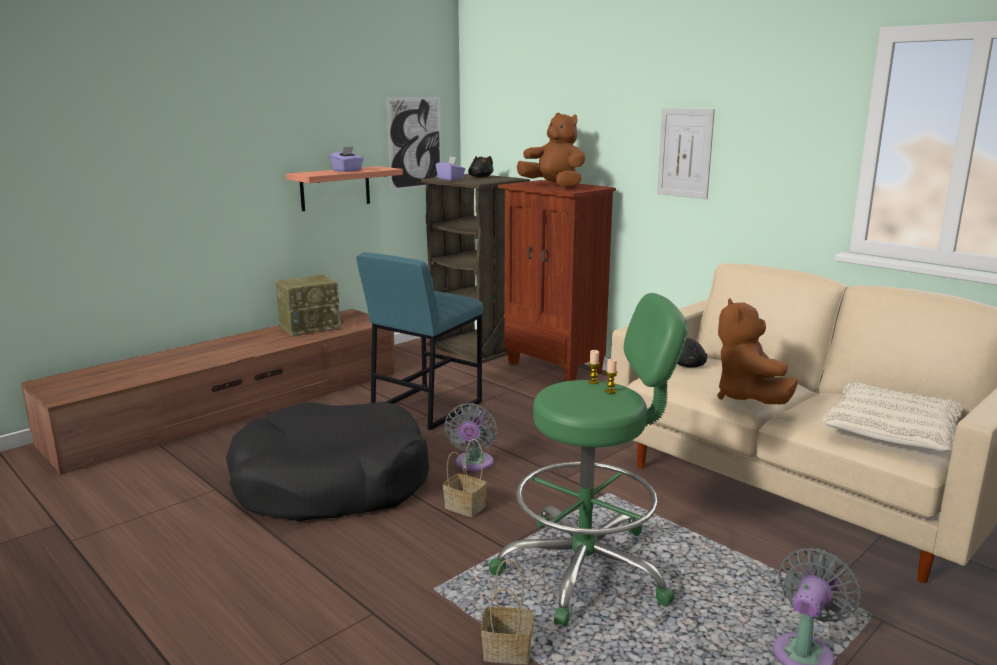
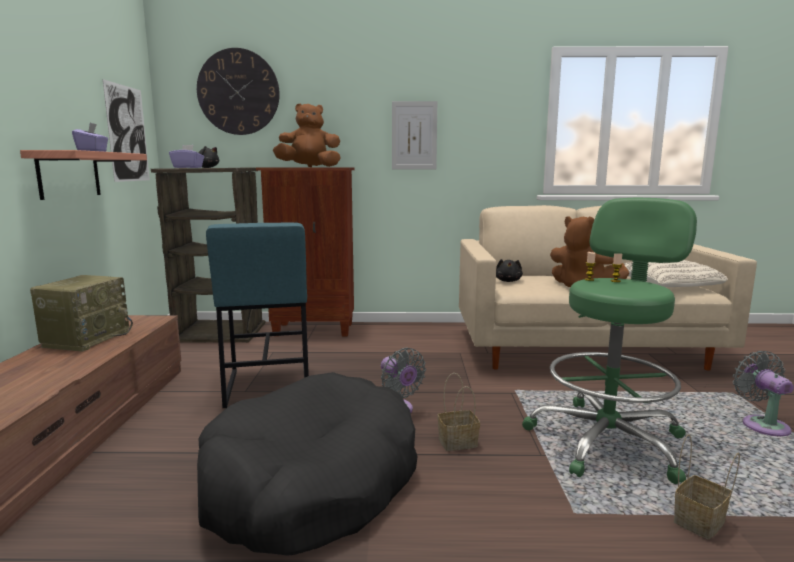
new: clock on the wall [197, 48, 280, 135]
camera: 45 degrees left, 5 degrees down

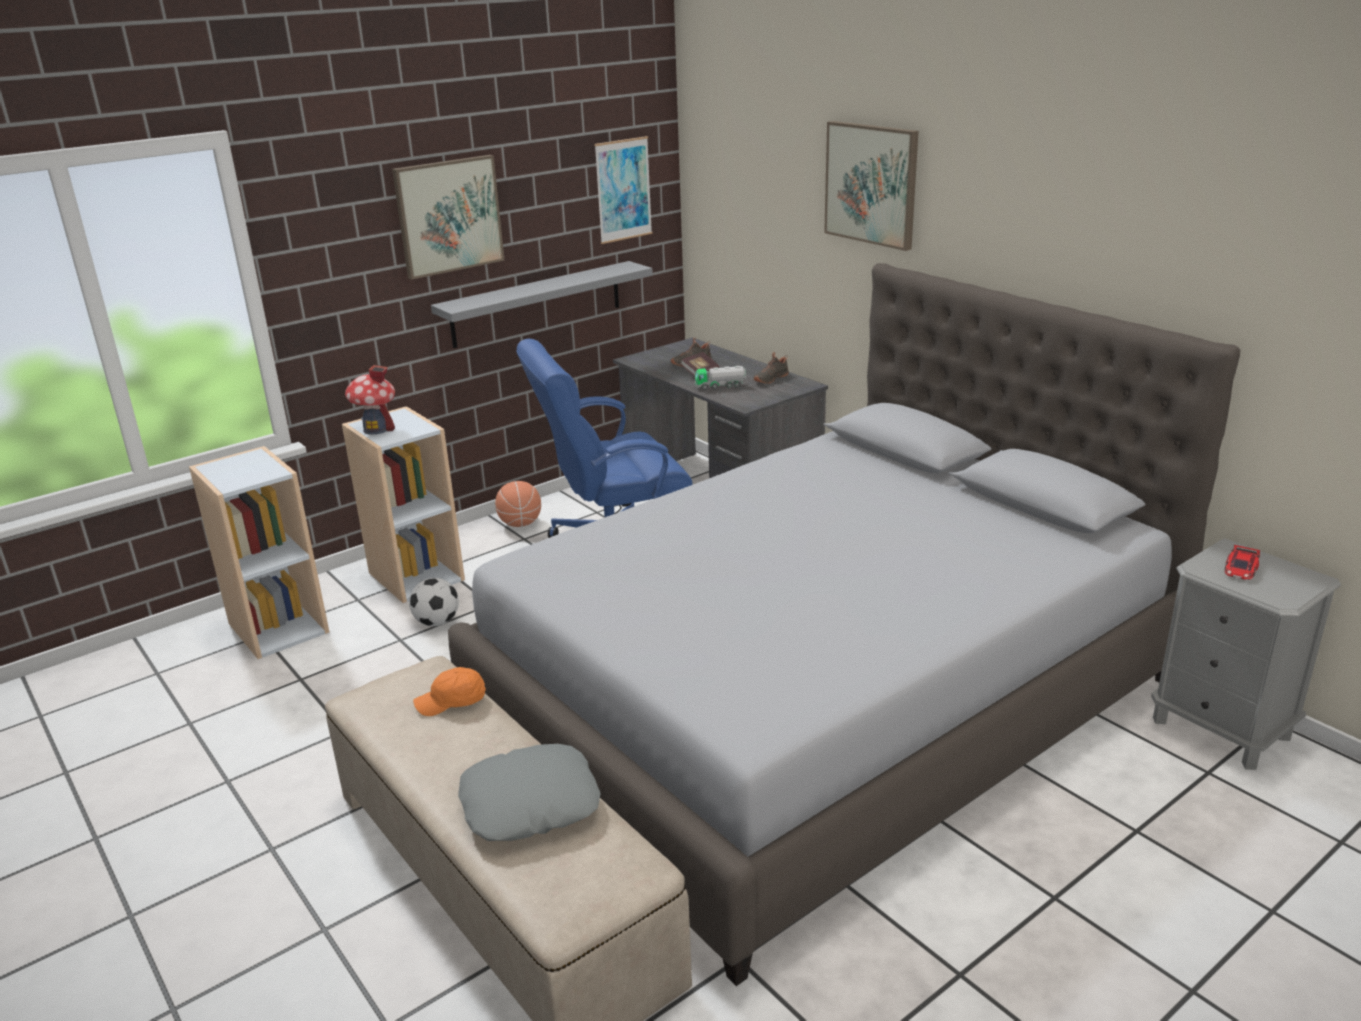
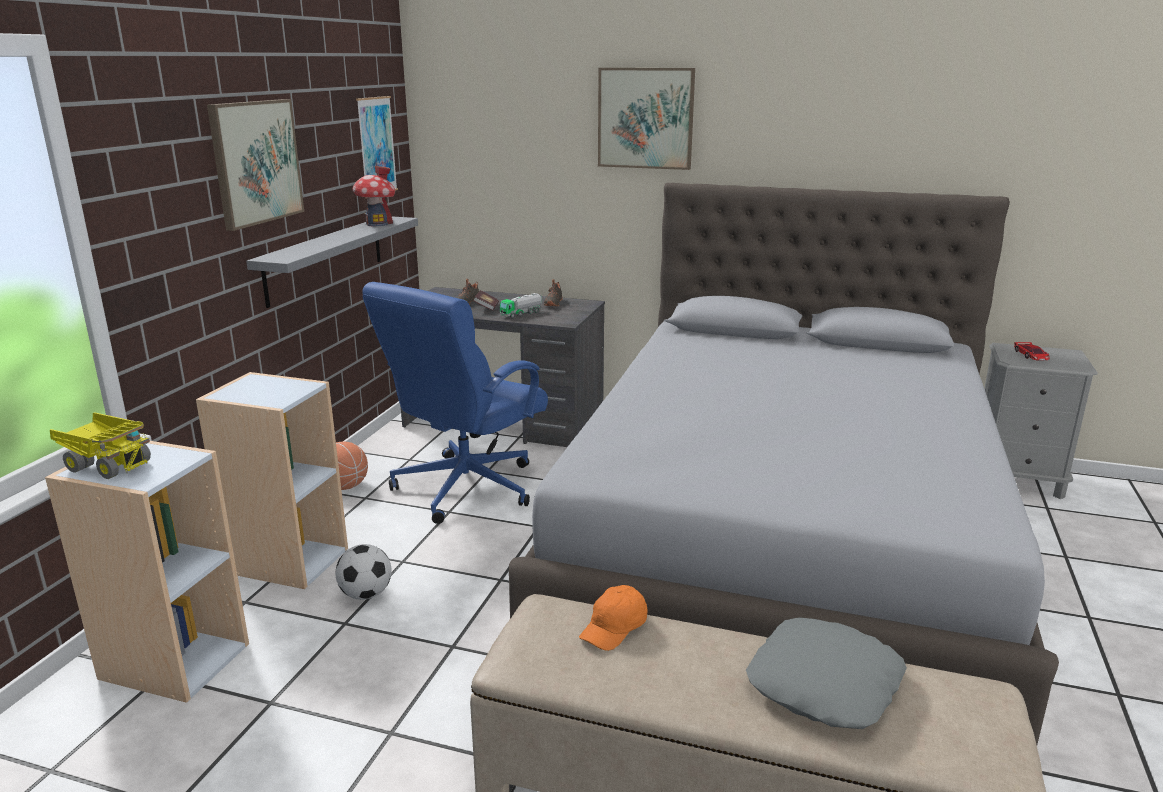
new: toy truck [50, 412, 151, 479]
shifted: miniature house [345, 365, 395, 434] to [352, 166, 395, 226]
camera: 35 degrees left, 5 degrees down

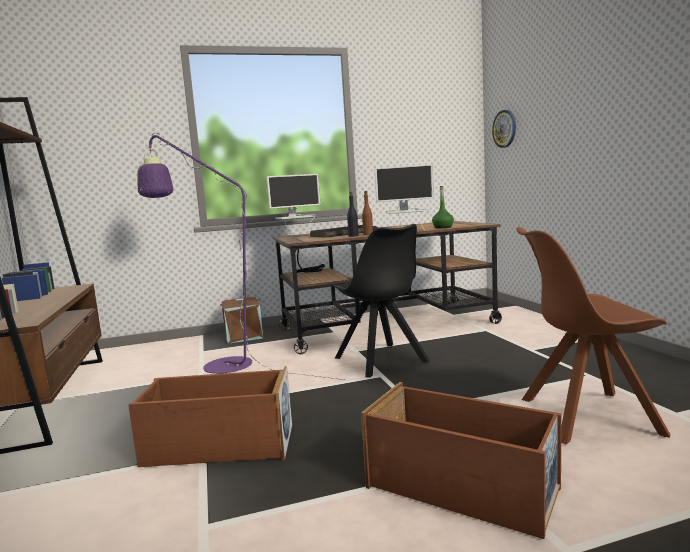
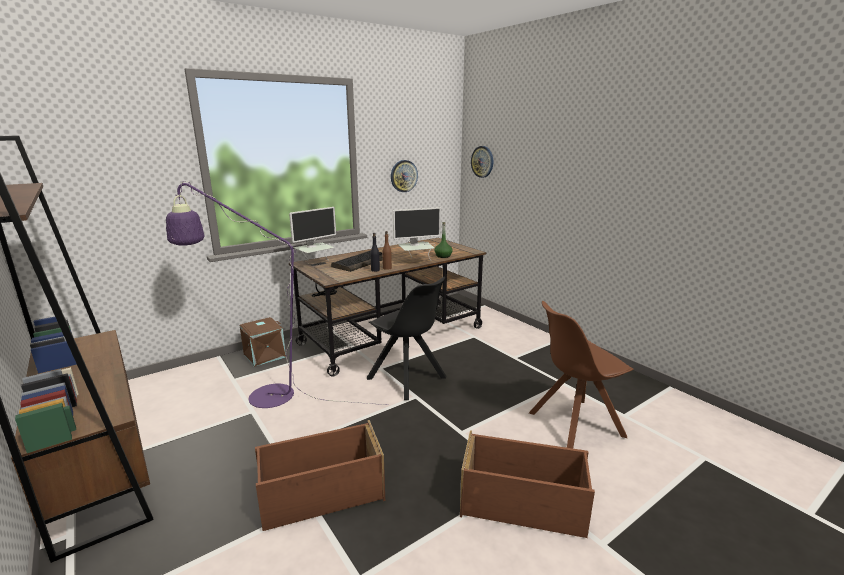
new: clock on the wall [391, 160, 418, 192]
camera: 20 degrees left, 10 degrees up

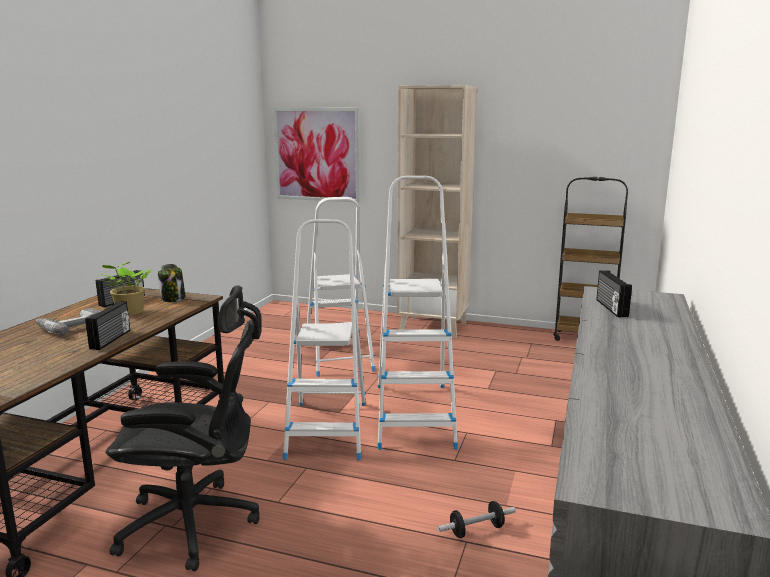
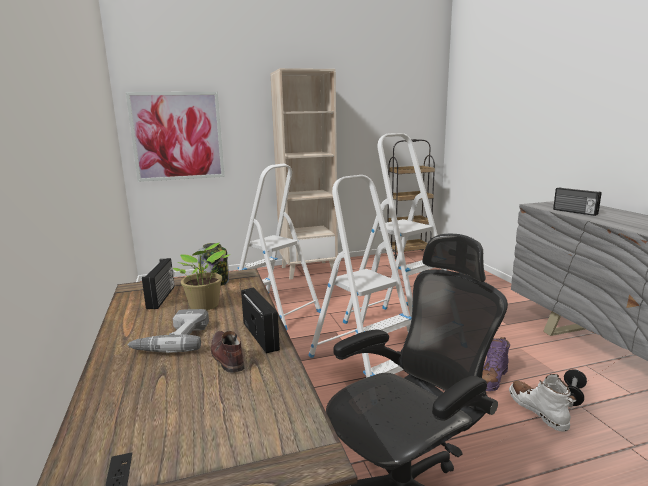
new: low shoe in brown-coloured [211, 331, 244, 373]; boot in purple-coloured [482, 337, 510, 391]; boot in white-coloured [509, 374, 576, 432]
camera: 35 degrees left, 0 degrees up

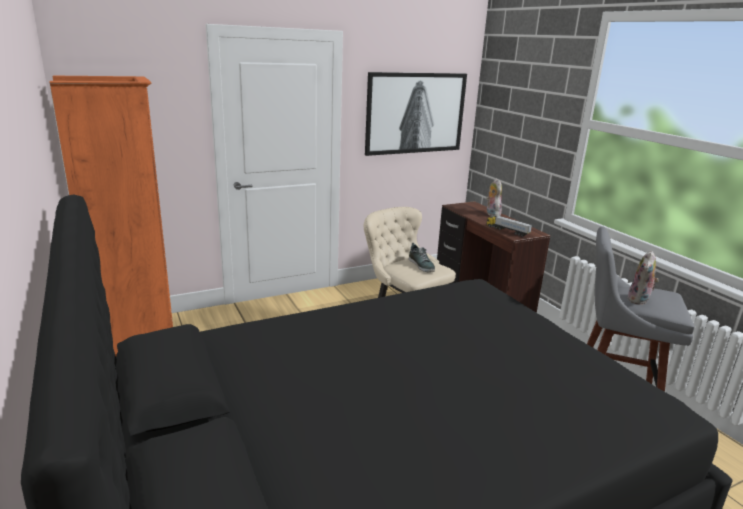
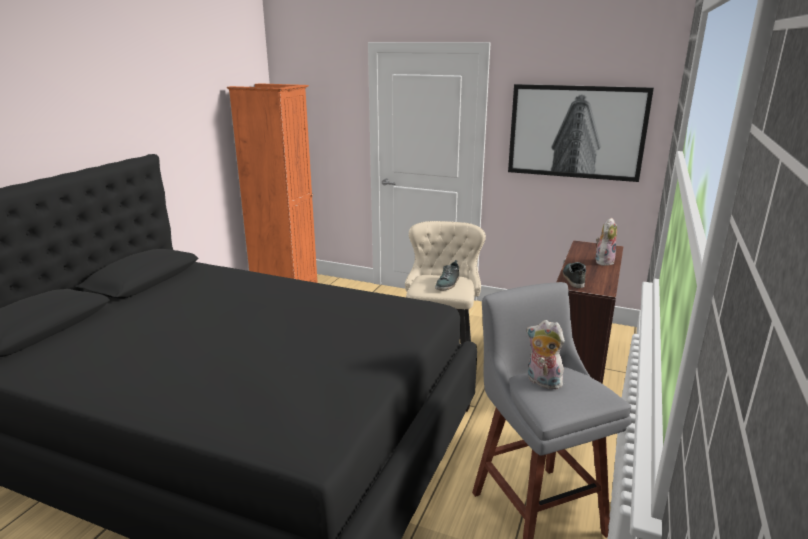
swapped: toy truck [486, 216, 532, 237] to low shoe [563, 262, 586, 288]
rotated: plush toy [627, 250, 659, 305] = [526, 320, 565, 389] 45 degrees clockwise
camera: 50 degrees right, 0 degrees up

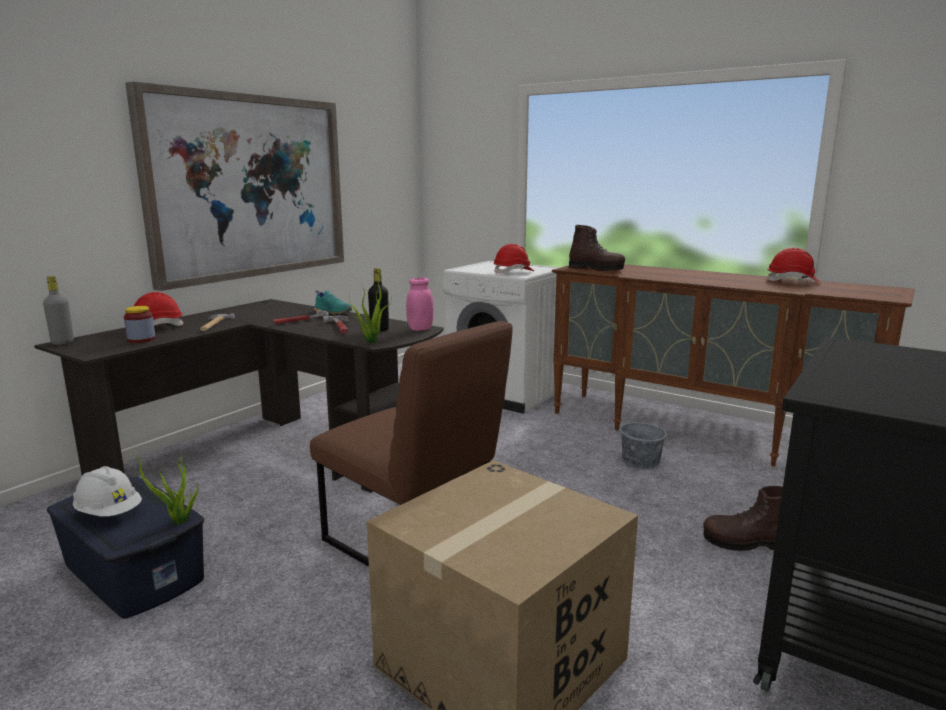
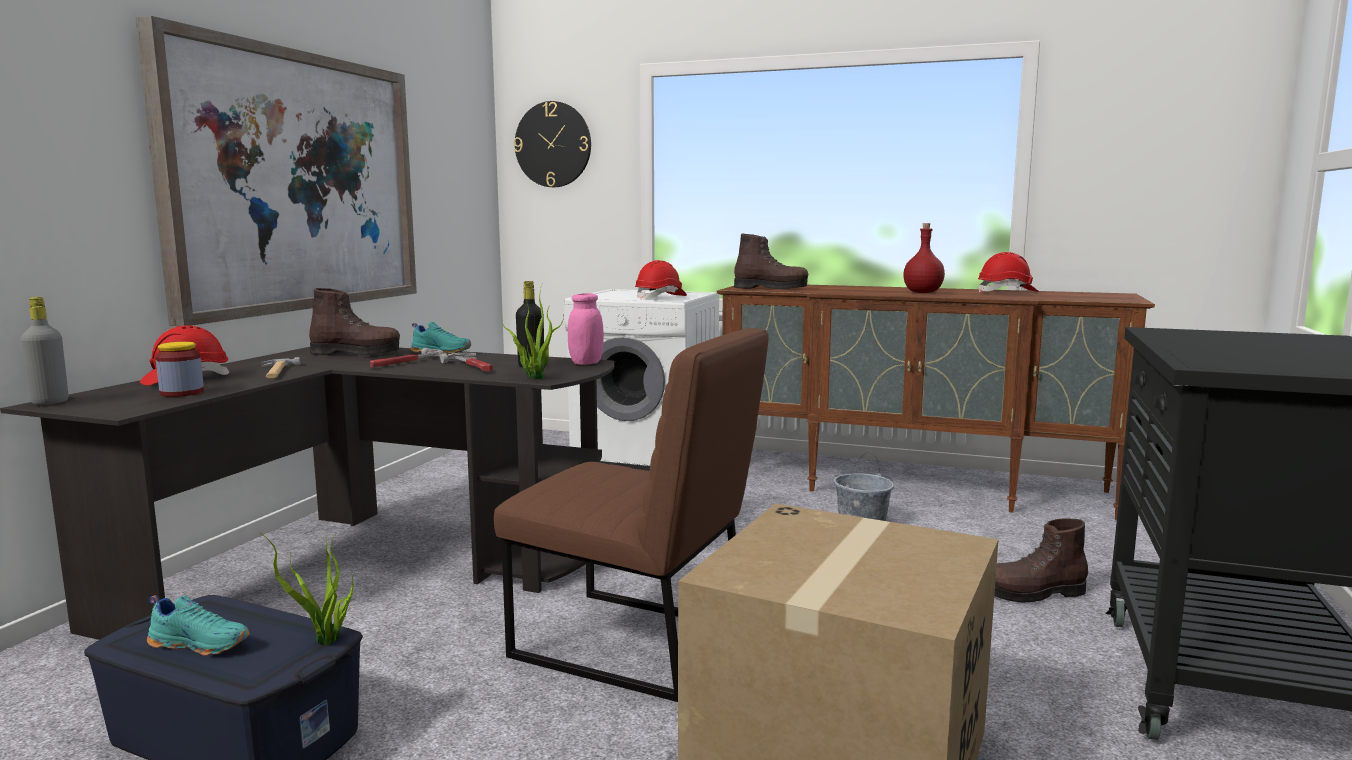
new: boot in brown-coloured [309, 288, 400, 355]; clock on the wall [514, 101, 591, 187]; beverage bottle in red-coloured [903, 223, 945, 293]
swapped: work helmet in white-coloured [73, 466, 142, 517] to low shoe in blue-green [147, 595, 250, 656]
camera: 15 degrees left, 5 degrees down

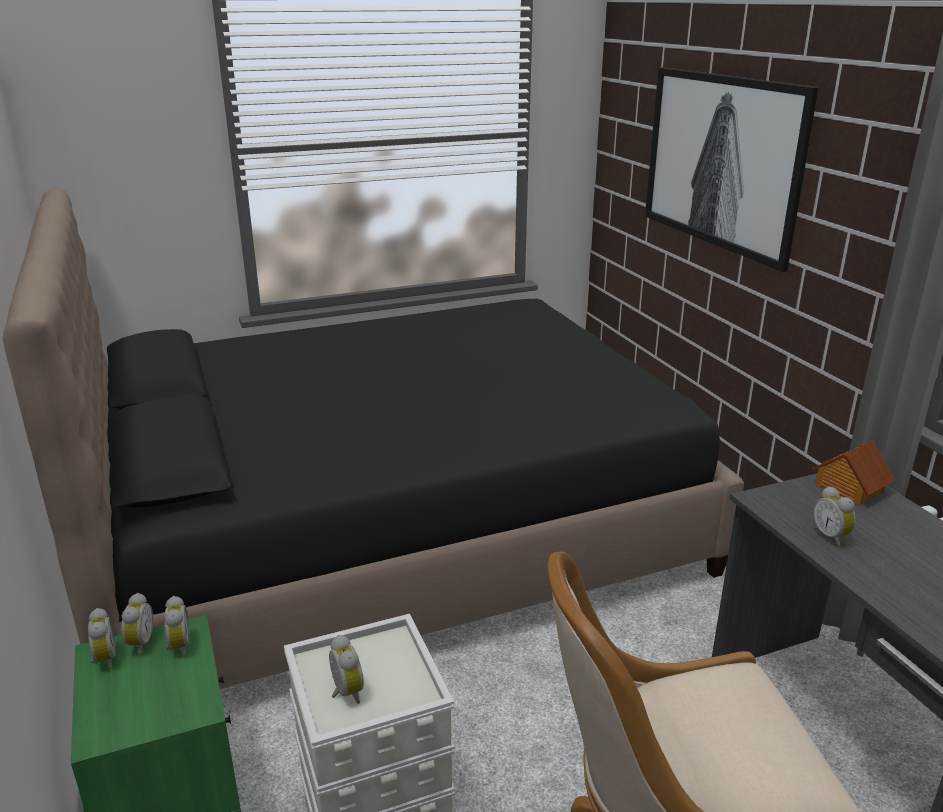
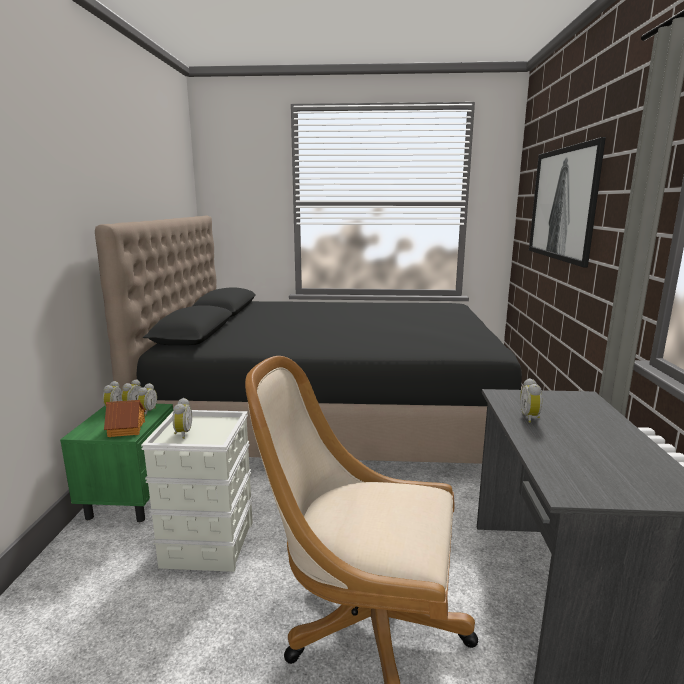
shifted: miniature house [812, 440, 895, 505] to [104, 400, 145, 437]
camera: 25 degrees right, 10 degrees down

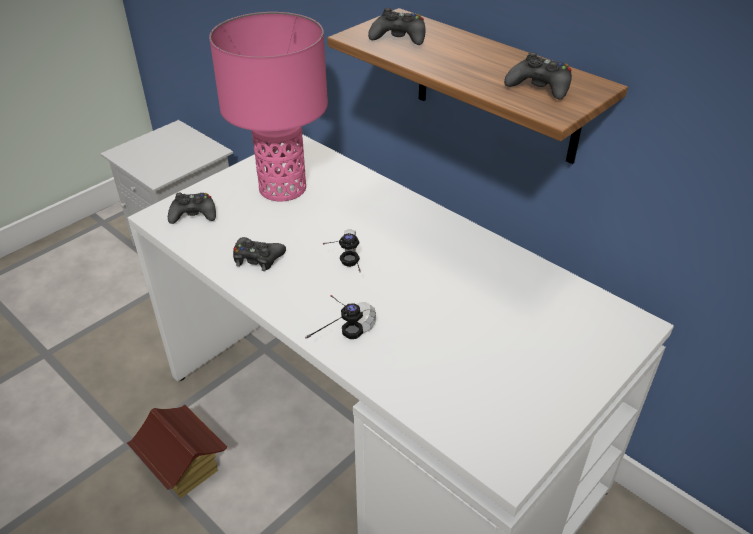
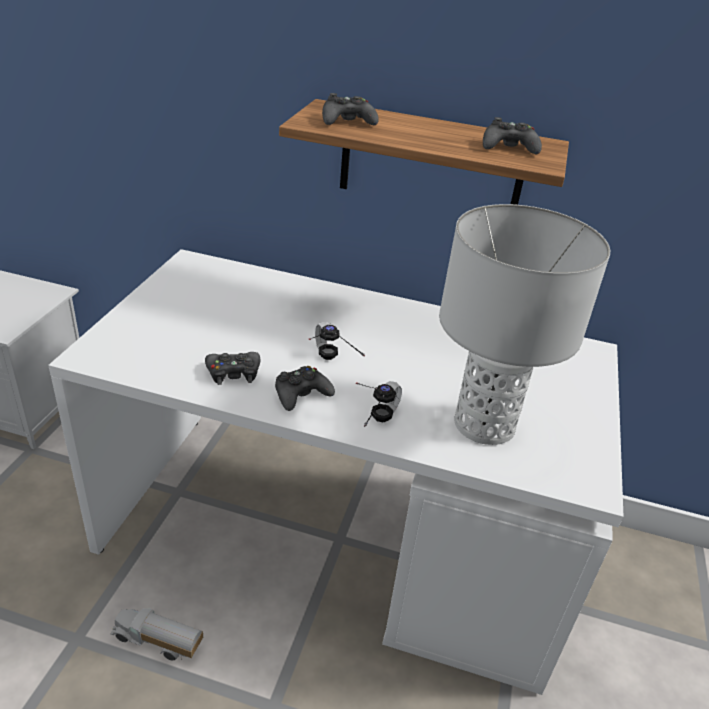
gone: tabletop lamp in pinkish [209, 12, 328, 201]
new: tabletop lamp in white-coloured [439, 204, 610, 445]
shifted: joypad in blackish [168, 193, 216, 224] to [275, 366, 335, 411]
swapped: miniature house [127, 404, 227, 499] to toy truck [110, 608, 203, 661]
camera: 30 degrees left, 5 degrees down

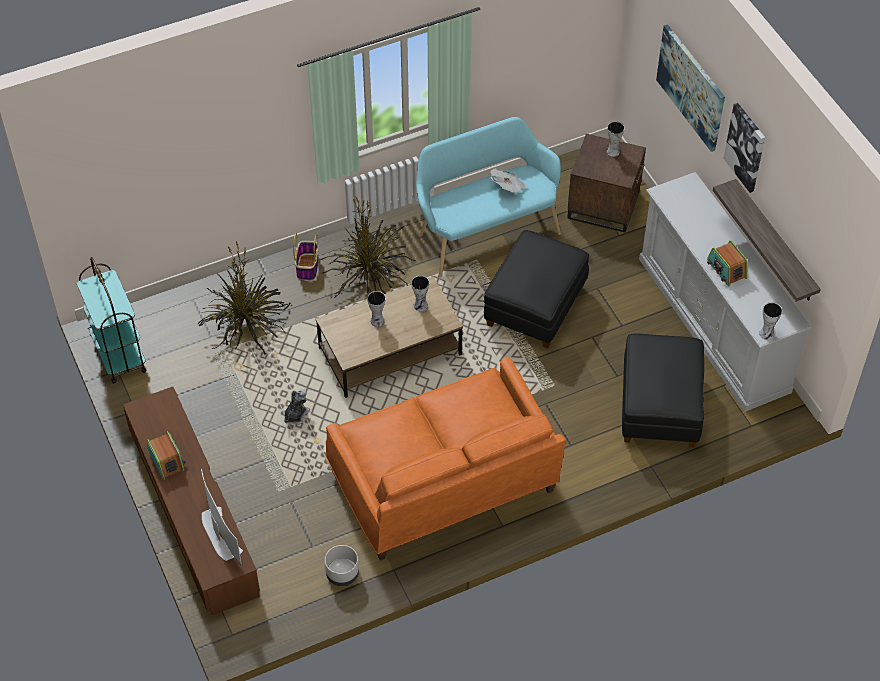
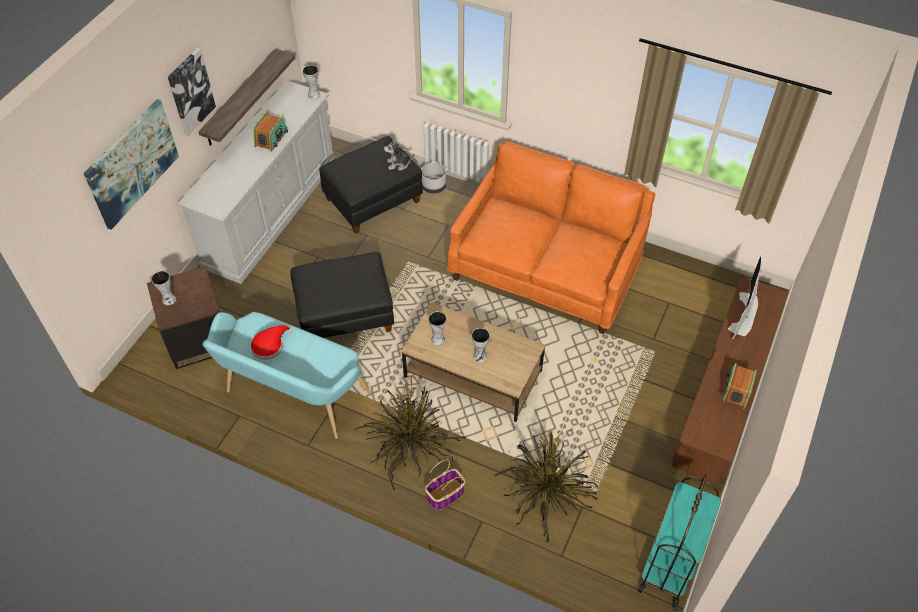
shifted: plush toy [284, 389, 310, 425] to [384, 138, 415, 171]; flower pot in grey [325, 545, 359, 586] to [421, 162, 446, 194]
swapped: newspaper [490, 168, 528, 193] to wearable hat in red-coloured [250, 325, 293, 360]
camera: 130 degrees left, 0 degrees up

